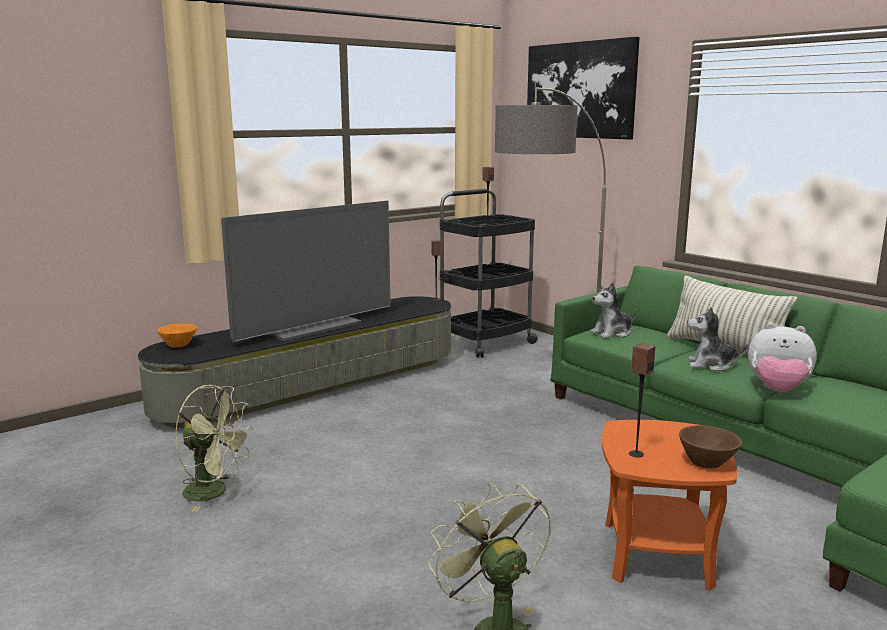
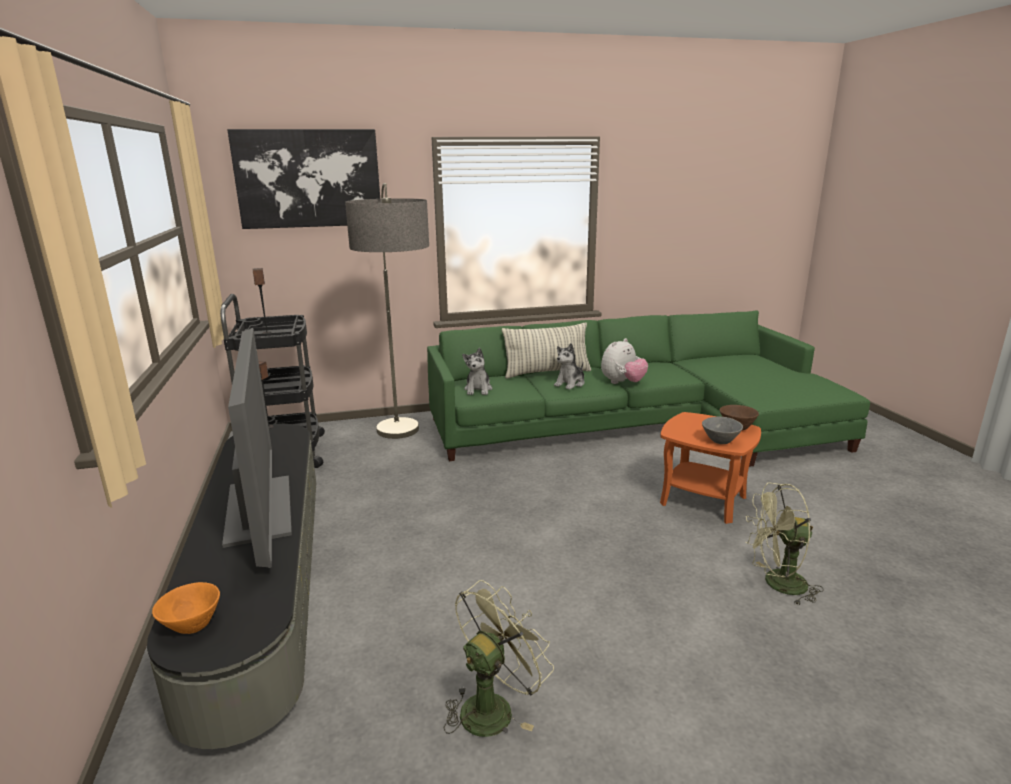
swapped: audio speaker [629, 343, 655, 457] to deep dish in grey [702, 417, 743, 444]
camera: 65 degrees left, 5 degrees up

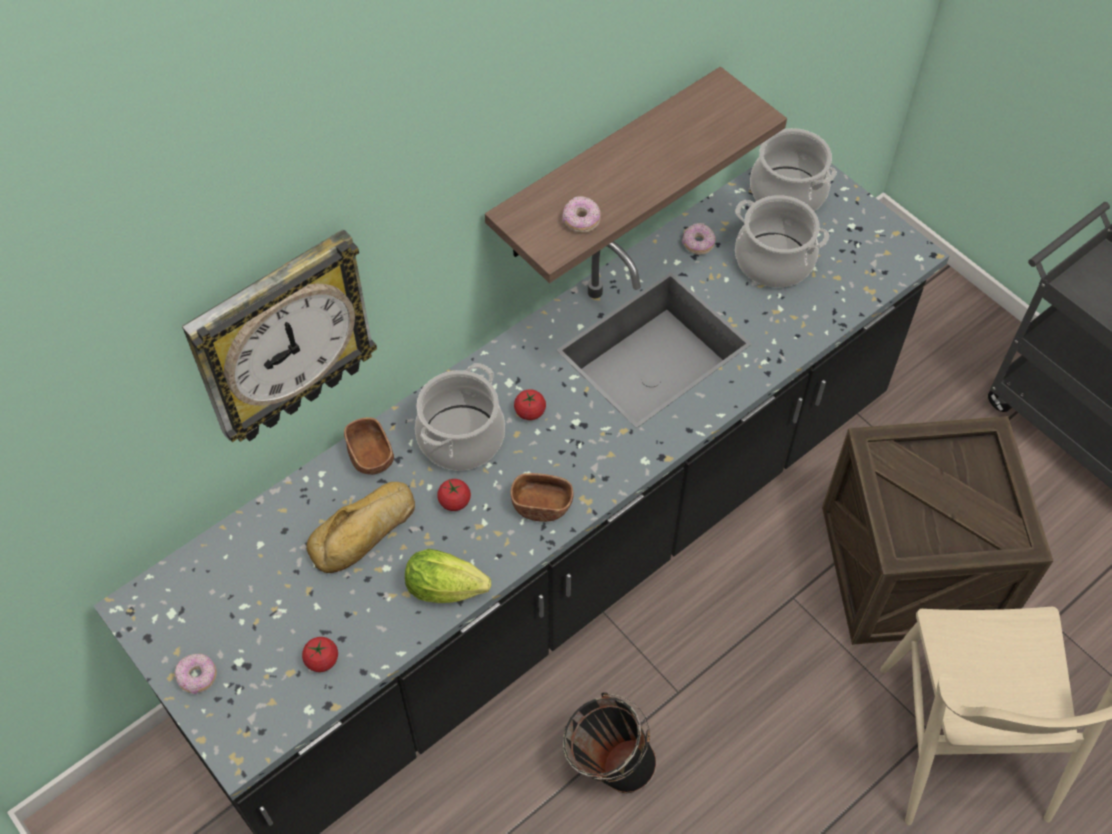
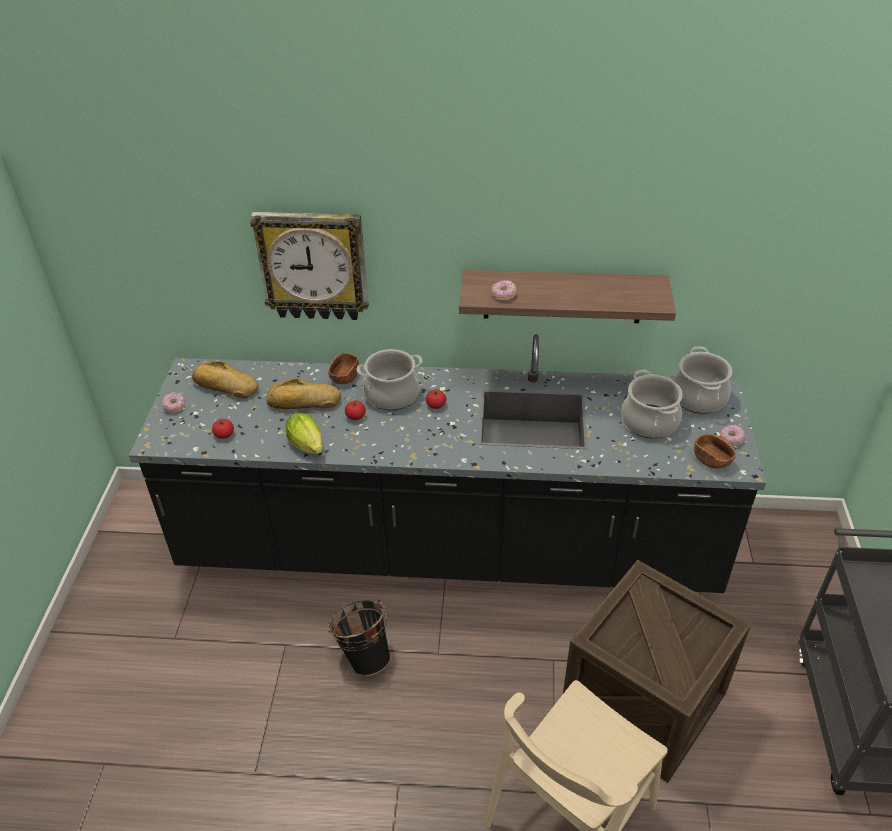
new: bread [192, 361, 259, 398]
shifted: deep dish in brown-coloured [510, 473, 573, 522] to [694, 433, 736, 469]; donut [682, 223, 715, 255] to [720, 425, 745, 446]
camera: 45 degrees right, 15 degrees down

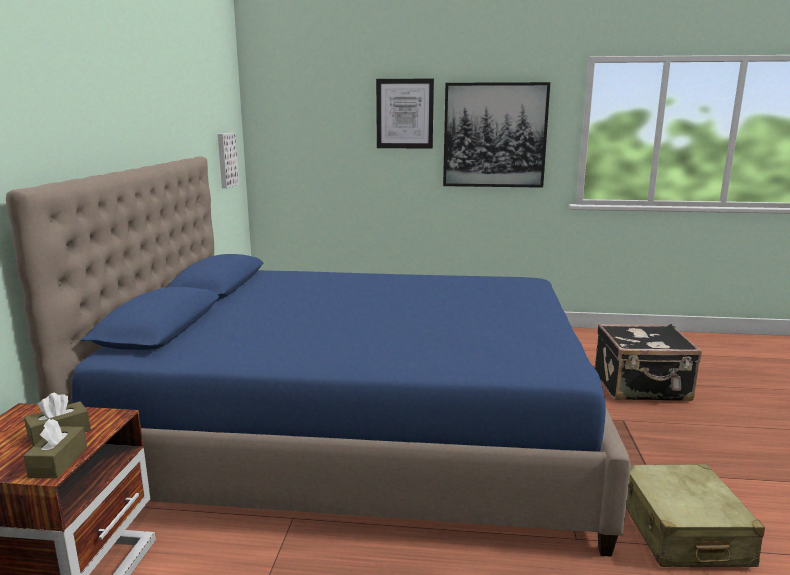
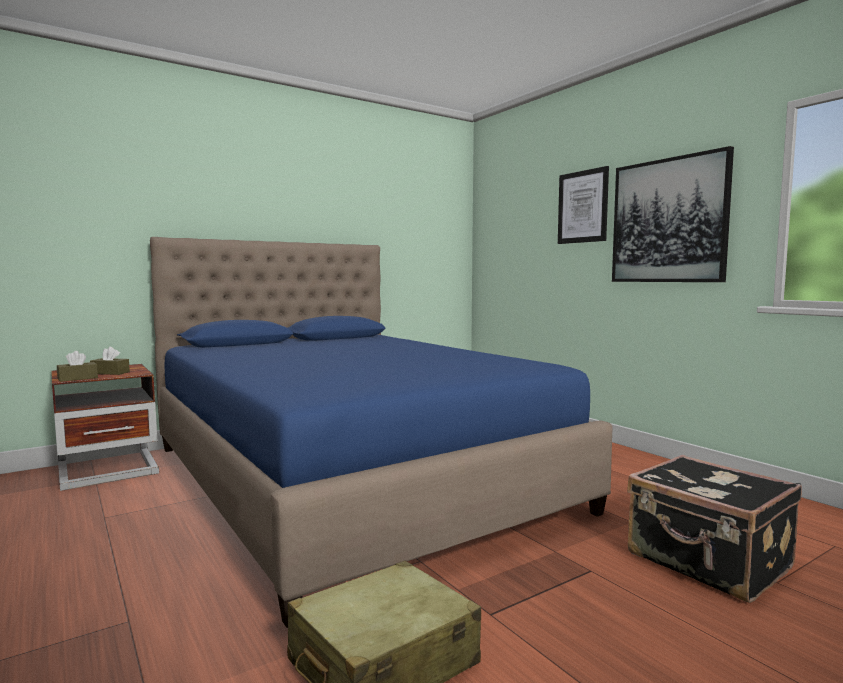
gone: picture [218, 133, 239, 188]
camera: 50 degrees right, 10 degrees down

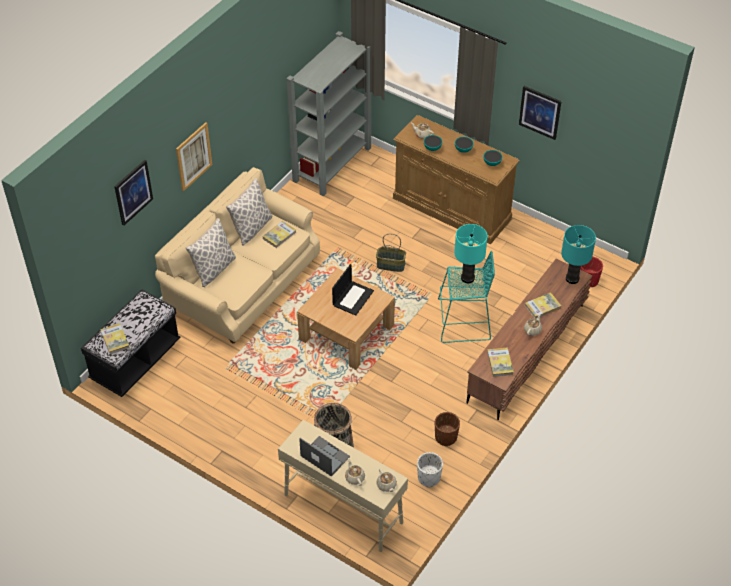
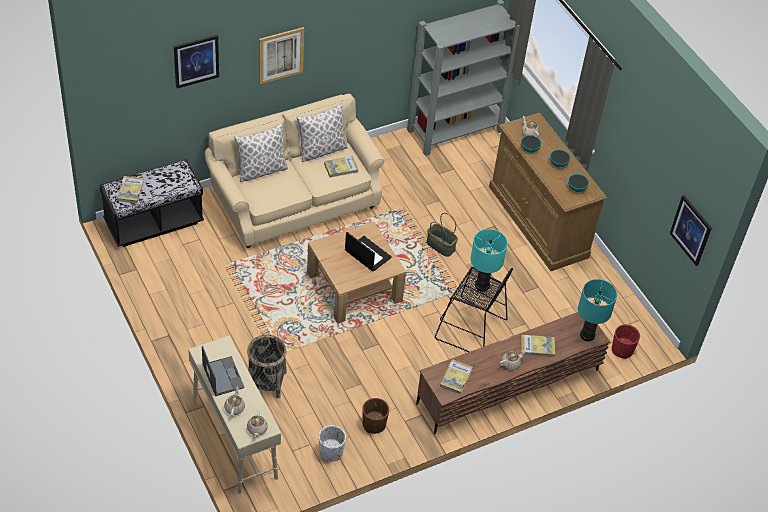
shifted: picture [519, 86, 562, 140] to [670, 195, 712, 266]
repainted: sitting stool in blue-green [438, 251, 495, 343] to sitting stool in blackish [435, 267, 513, 352]
rotated: laptop [332, 264, 374, 315] = [345, 232, 392, 272] 105 degrees counterclockwise
camera: 25 degrees right, 0 degrees up

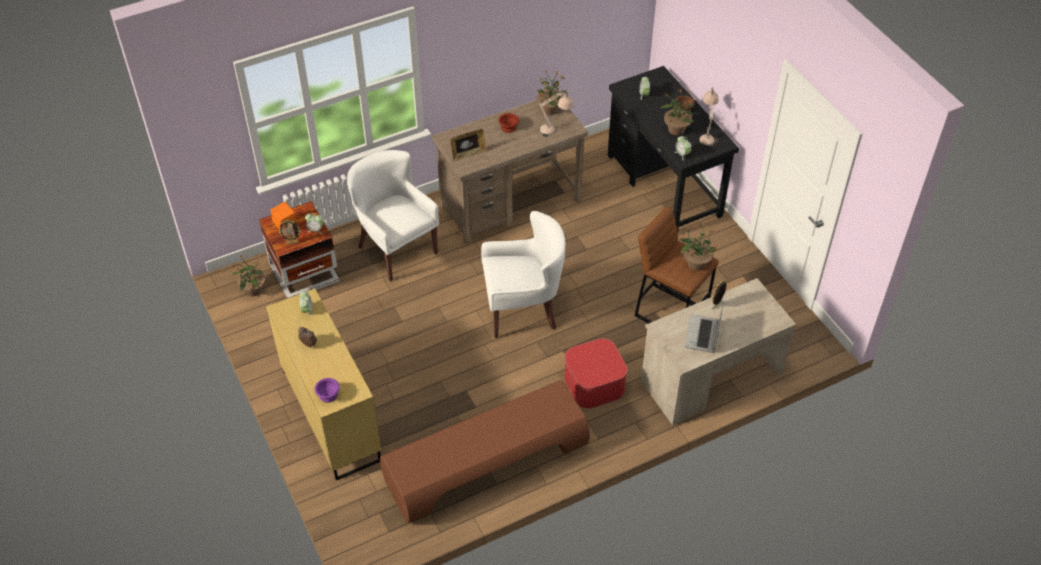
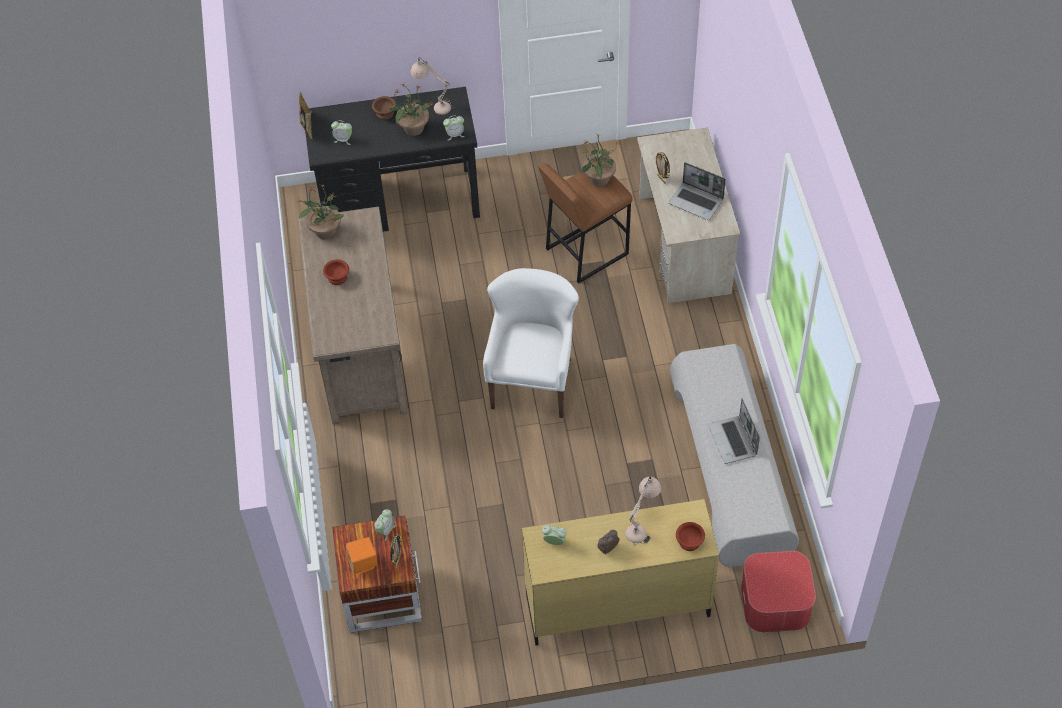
gone: houseplant [232, 255, 266, 296]; easy chair in white-coloured [347, 150, 439, 281]
new: laptop [708, 398, 760, 464]
shifted: picture frame [451, 129, 486, 161] to [299, 92, 312, 140]; tabletop lamp in beige-coloured [538, 90, 574, 137] to [625, 476, 661, 545]; pouffe [564, 338, 627, 409] to [741, 551, 816, 632]
repainted: deep dish in purple-coloured [315, 378, 340, 403] to deep dish in brown-coloured [676, 522, 705, 551]; indoor bench in brown-coloured [380, 380, 590, 523] to indoor bench in grey [670, 344, 799, 568]
camera: 70 degrees left, 5 degrees up

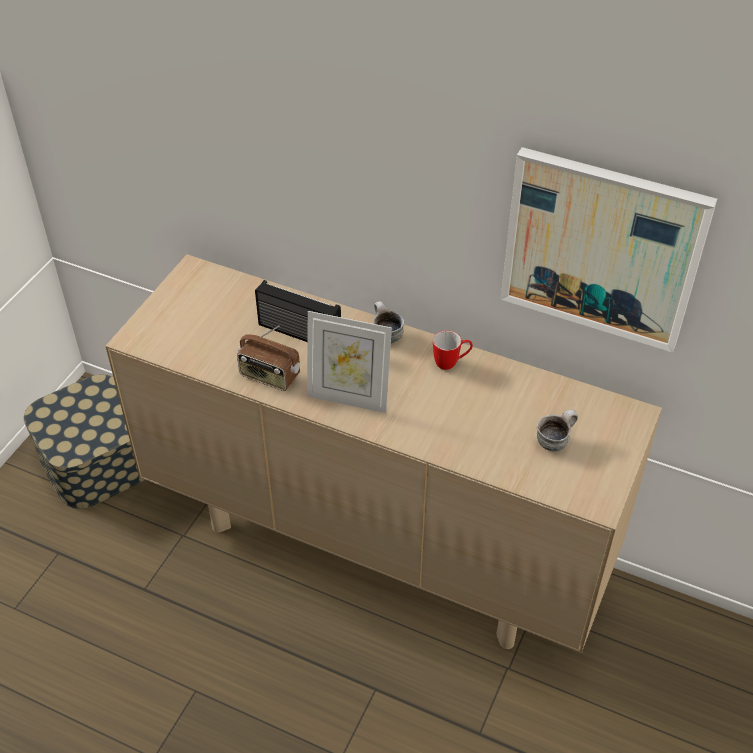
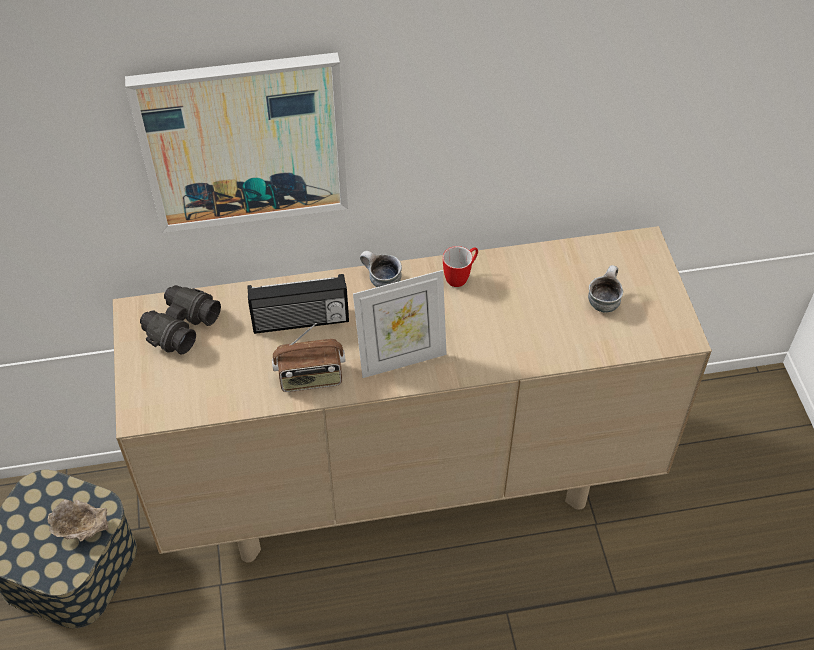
new: deep dish in beige-coloured [47, 500, 109, 541]; pair of binoculars in blackish [140, 285, 221, 354]
shifted: picture [501, 147, 717, 353] to [125, 52, 348, 233]
camera: 35 degrees left, 5 degrees up

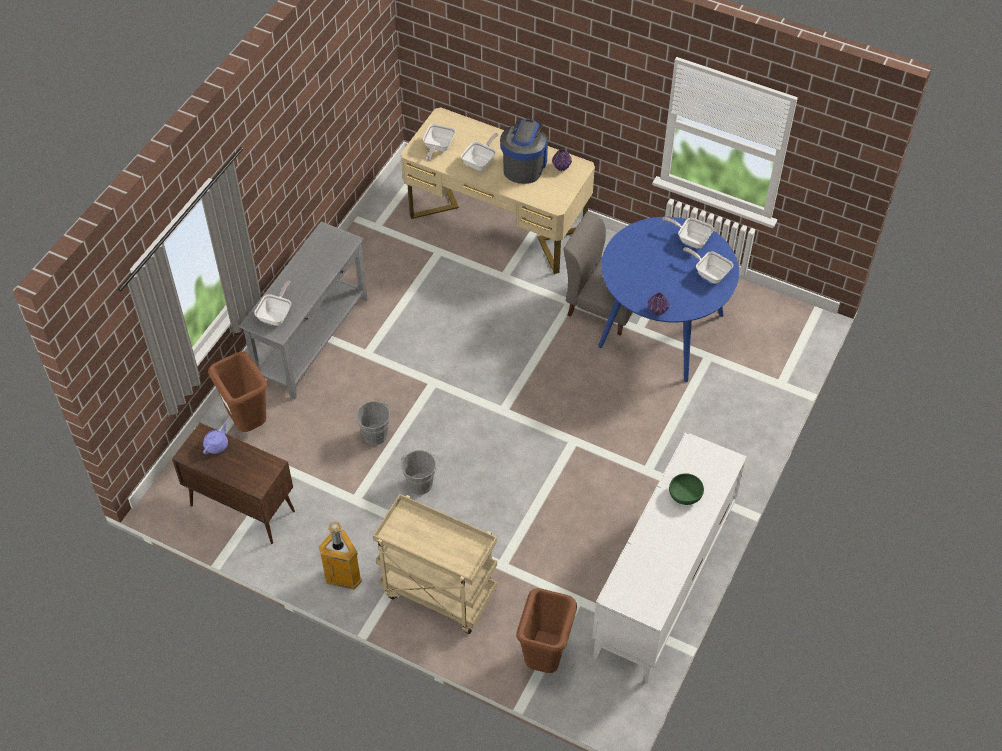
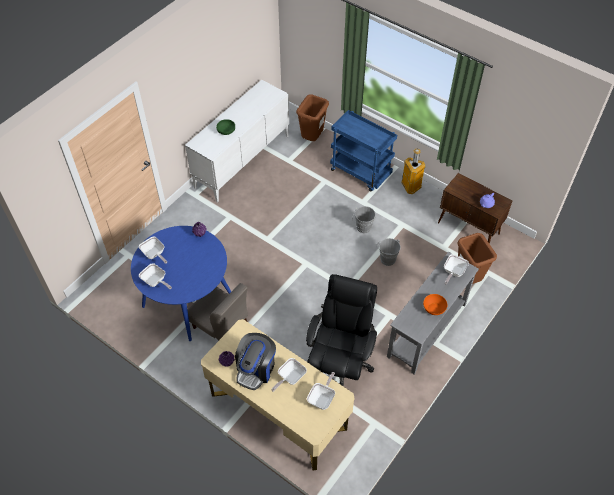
new: desk chair in blackish [306, 274, 377, 386]; deep dish in orange [423, 294, 447, 315]
repainted: trolley in beige-coloured [373, 494, 497, 634] to trolley in blue-coloured [330, 110, 397, 191]
camera: 170 degrees left, 0 degrees up

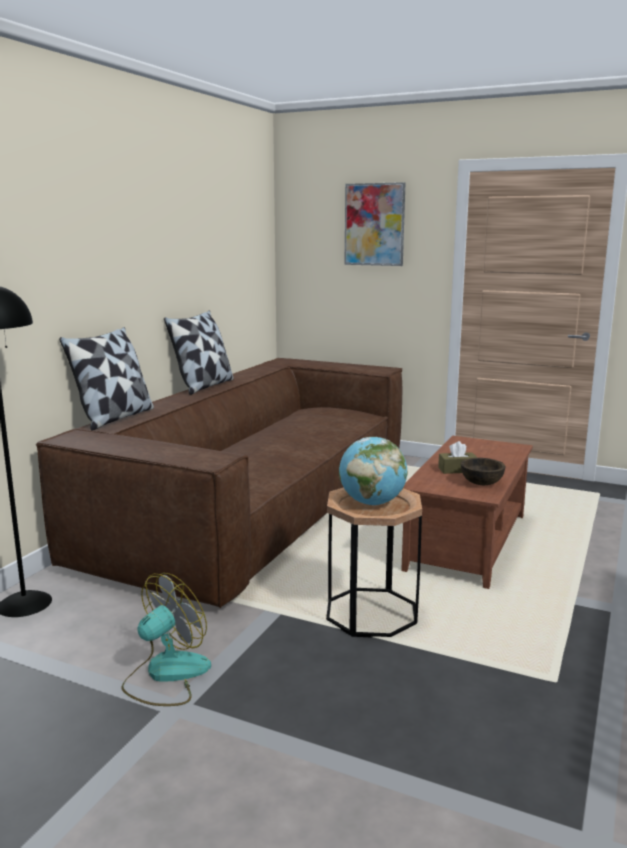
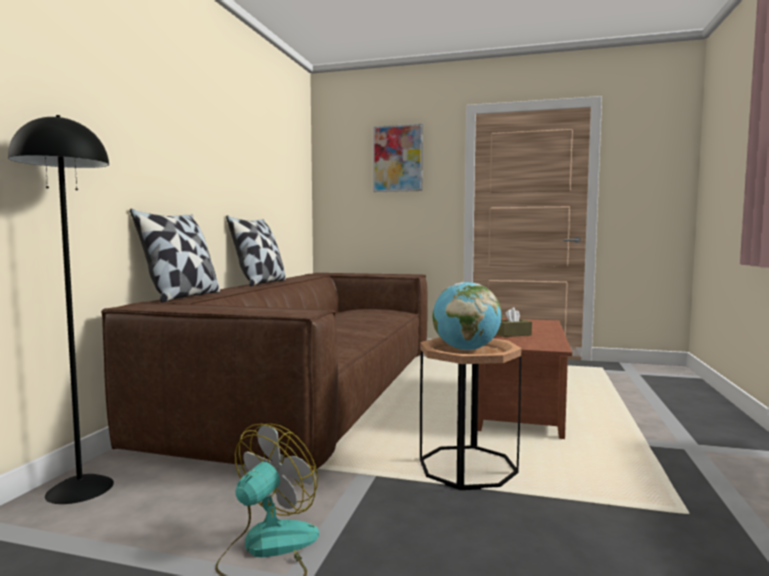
gone: deep dish in brown-coloured [461, 458, 505, 485]
camera: 10 degrees left, 10 degrees down

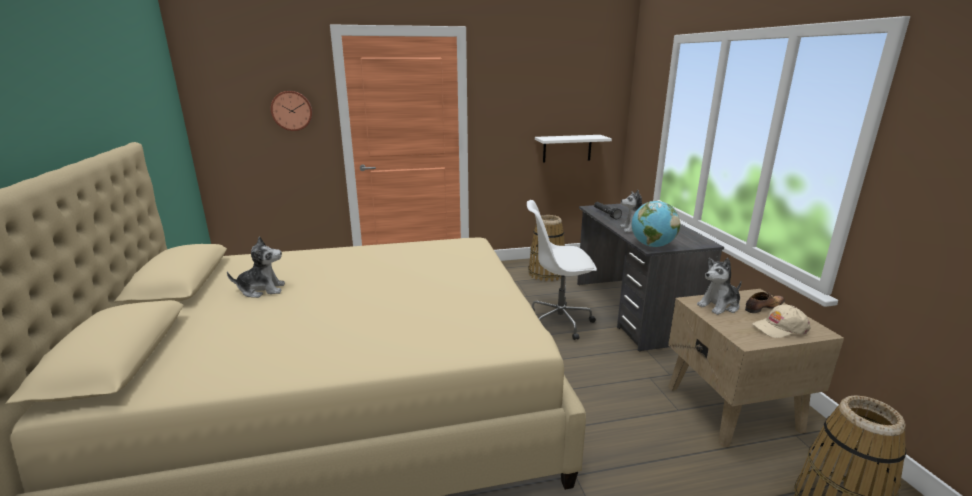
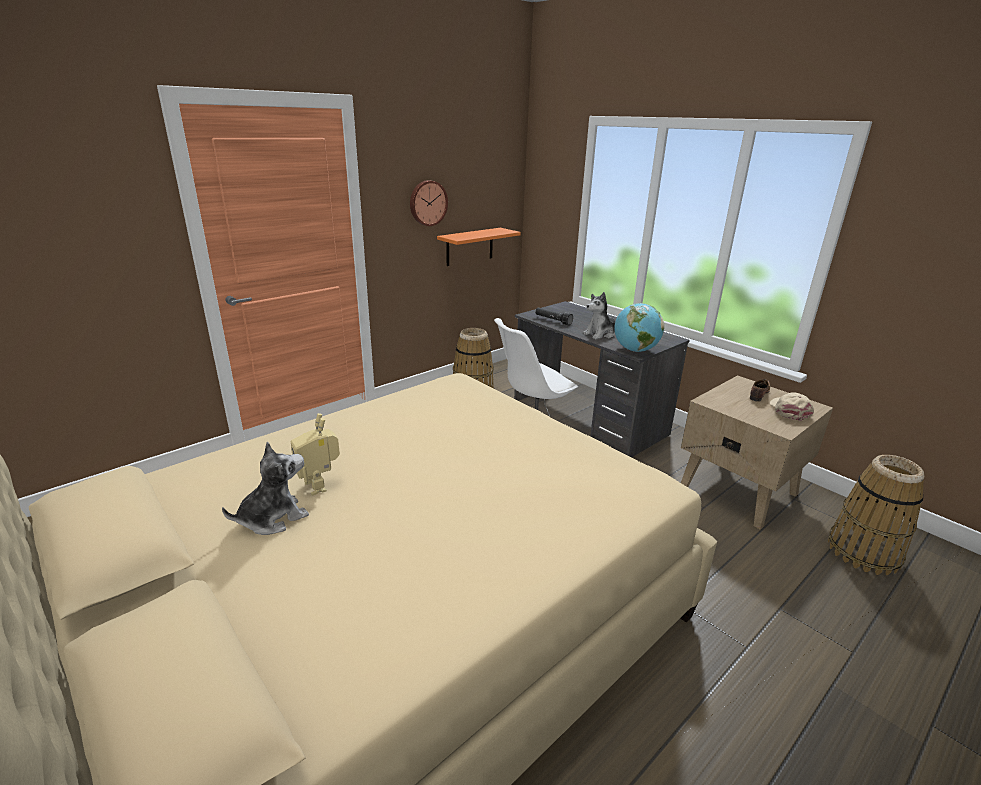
gone: plush toy [697, 258, 742, 315]
new: toy robot [291, 413, 340, 496]
shifted: clock on the wall [271, 91, 313, 131] to [410, 180, 448, 226]
repainted: wall shelf in white-coloured [535, 135, 612, 163] to wall shelf in orange [437, 228, 521, 266]
rotated: peaked cap in beige-coloured [752, 305, 811, 338] = [770, 392, 814, 421] 135 degrees clockwise
camera: 30 degrees left, 5 degrees up

